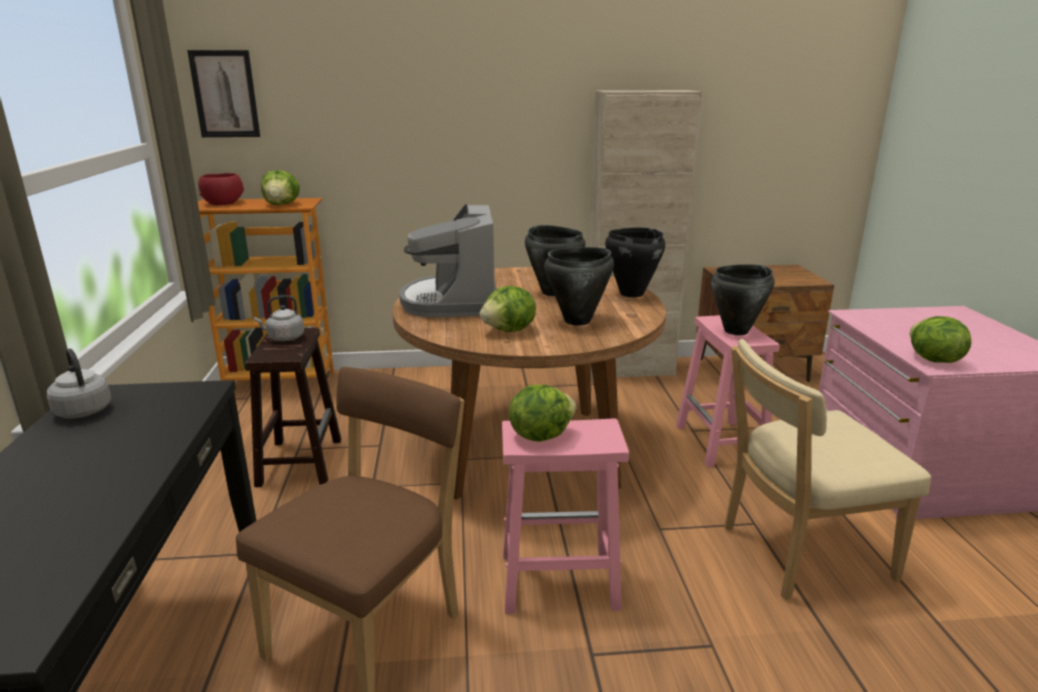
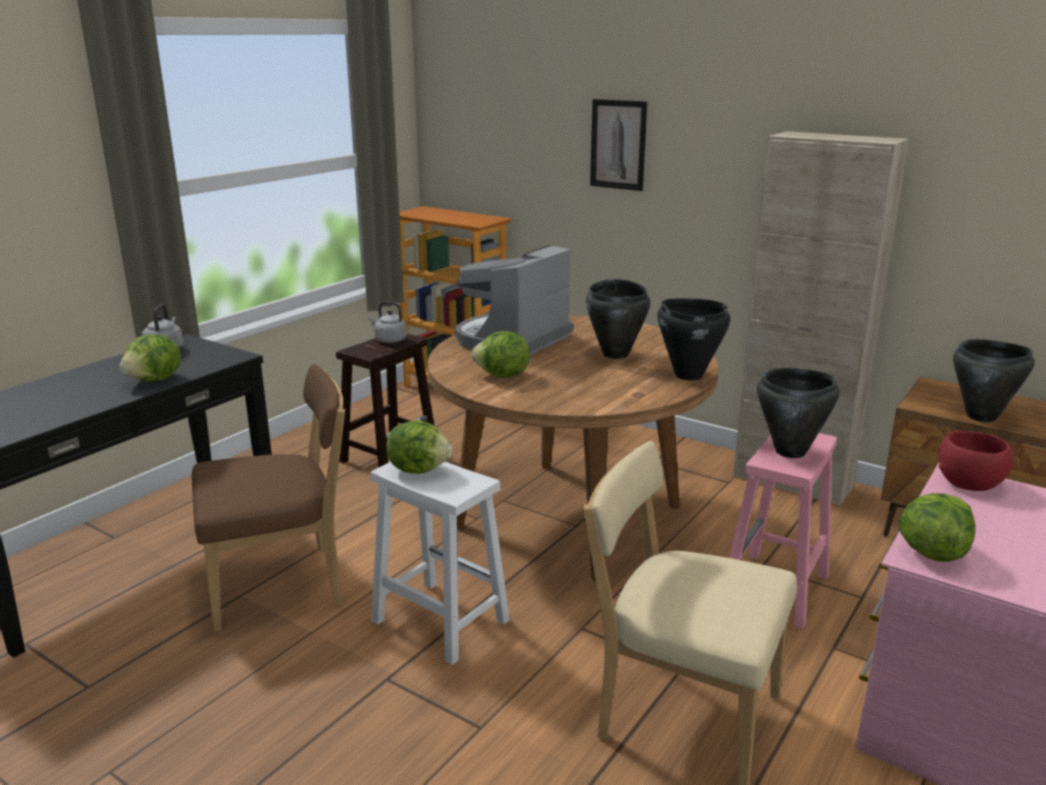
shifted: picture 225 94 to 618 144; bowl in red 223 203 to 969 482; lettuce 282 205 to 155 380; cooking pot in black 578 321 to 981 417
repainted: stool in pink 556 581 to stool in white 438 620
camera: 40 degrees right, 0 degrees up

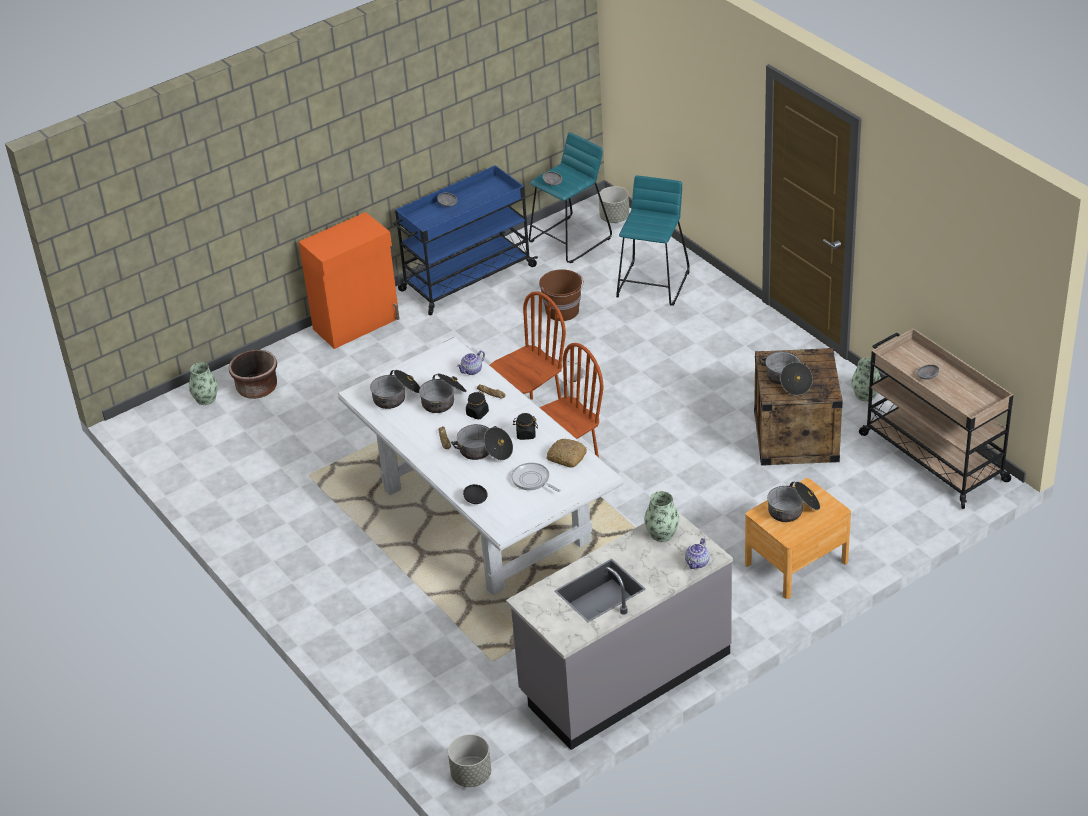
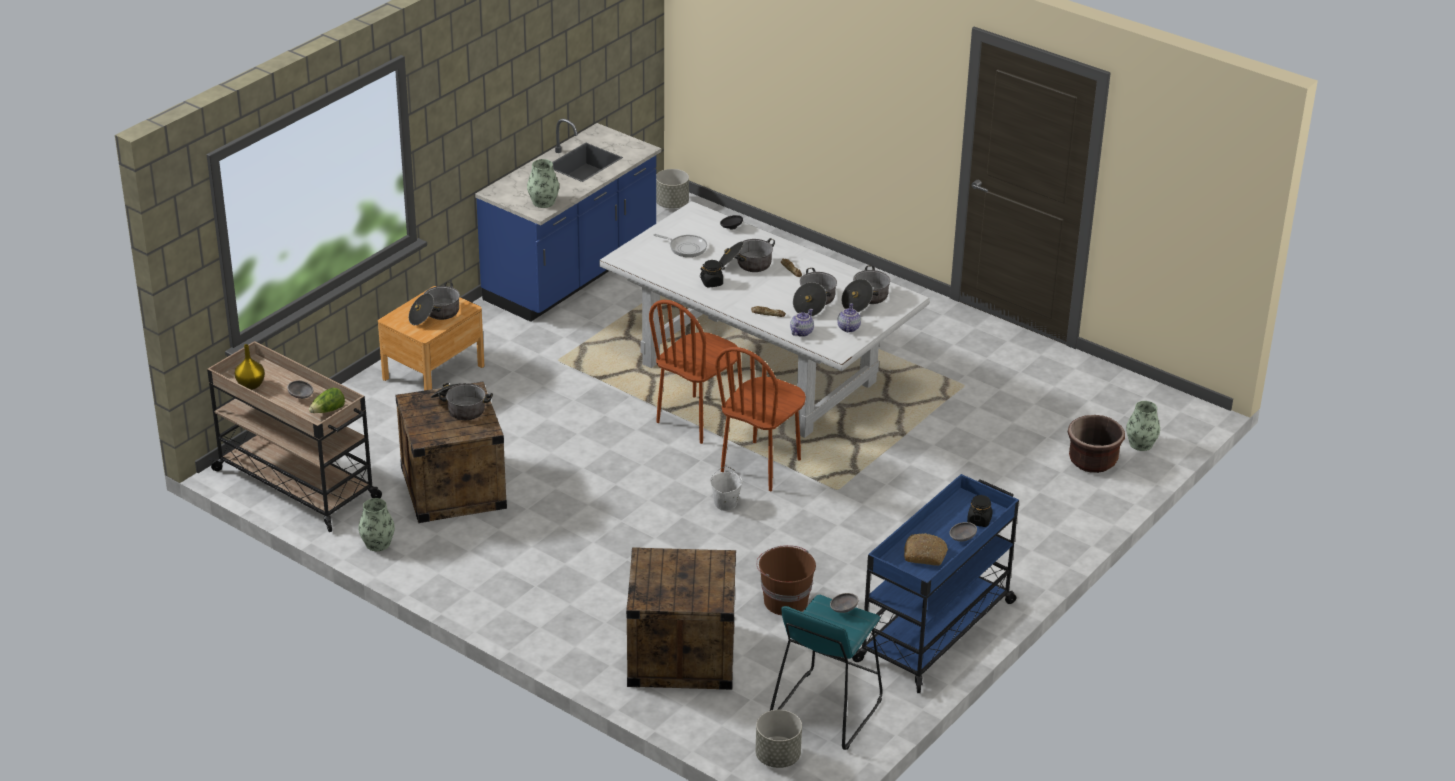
gone: cabinet in orange 357 324
new: vase in yellow 251 385; lettuce 328 411
shifted: jar in black 477 413 to 979 520; bread 566 457 to 925 555; teapot 697 563 to 848 328
swapped: stool in turquoise 653 284 to crate 681 655
repainted: counter in grey 624 674 to counter in blue 572 275
camera: 160 degrees right, 5 degrees down

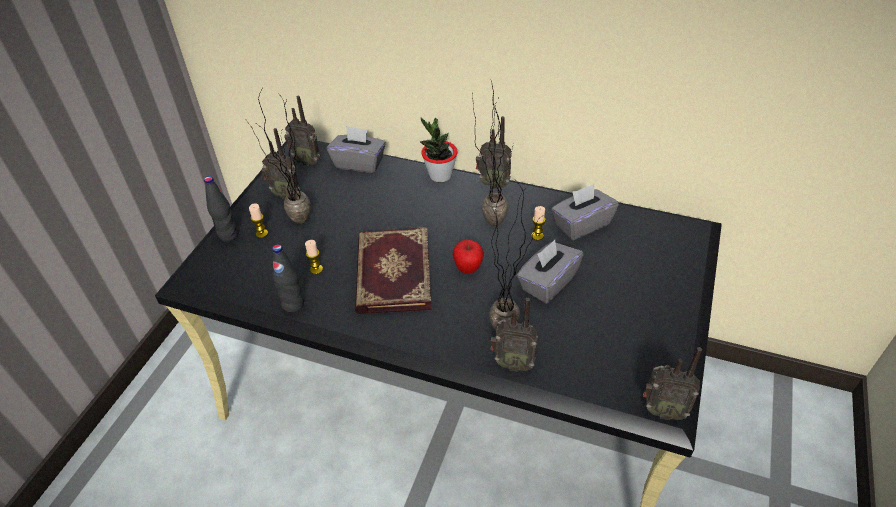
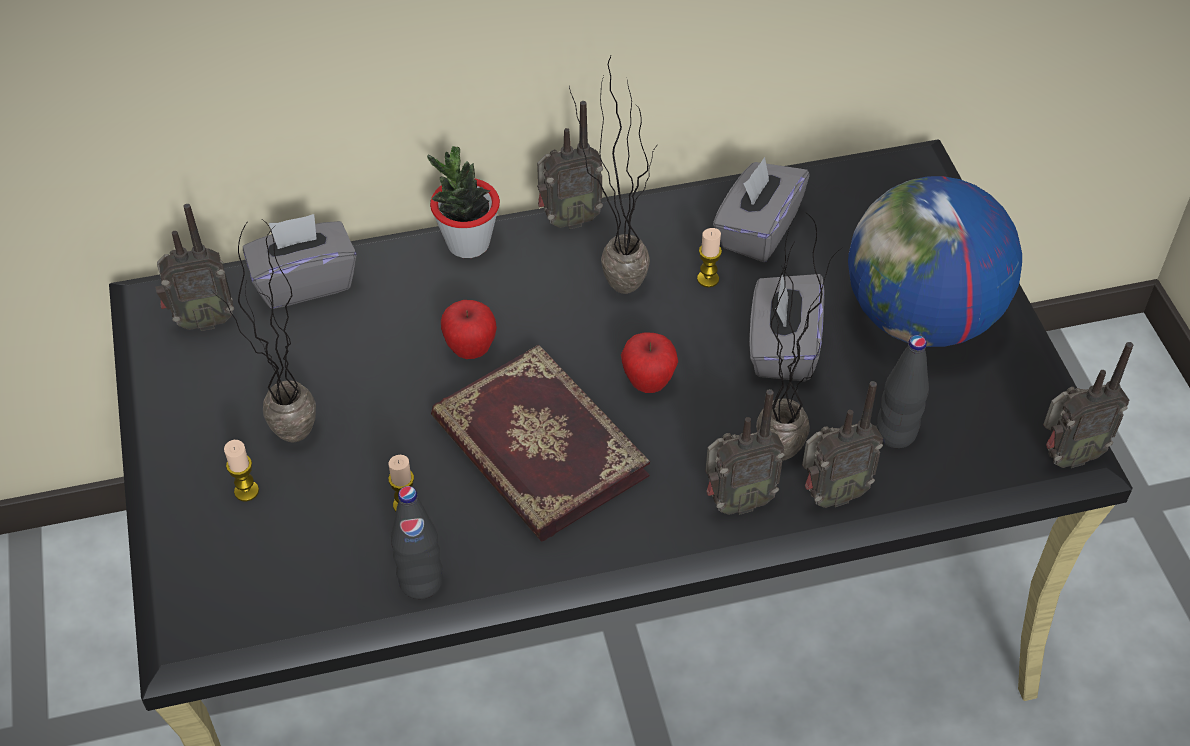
new: apple 470 349; globe 921 318
shifted: bottle in black 228 235 to 895 434; radio 286 194 to 736 502
camera: 35 degrees left, 5 degrees up

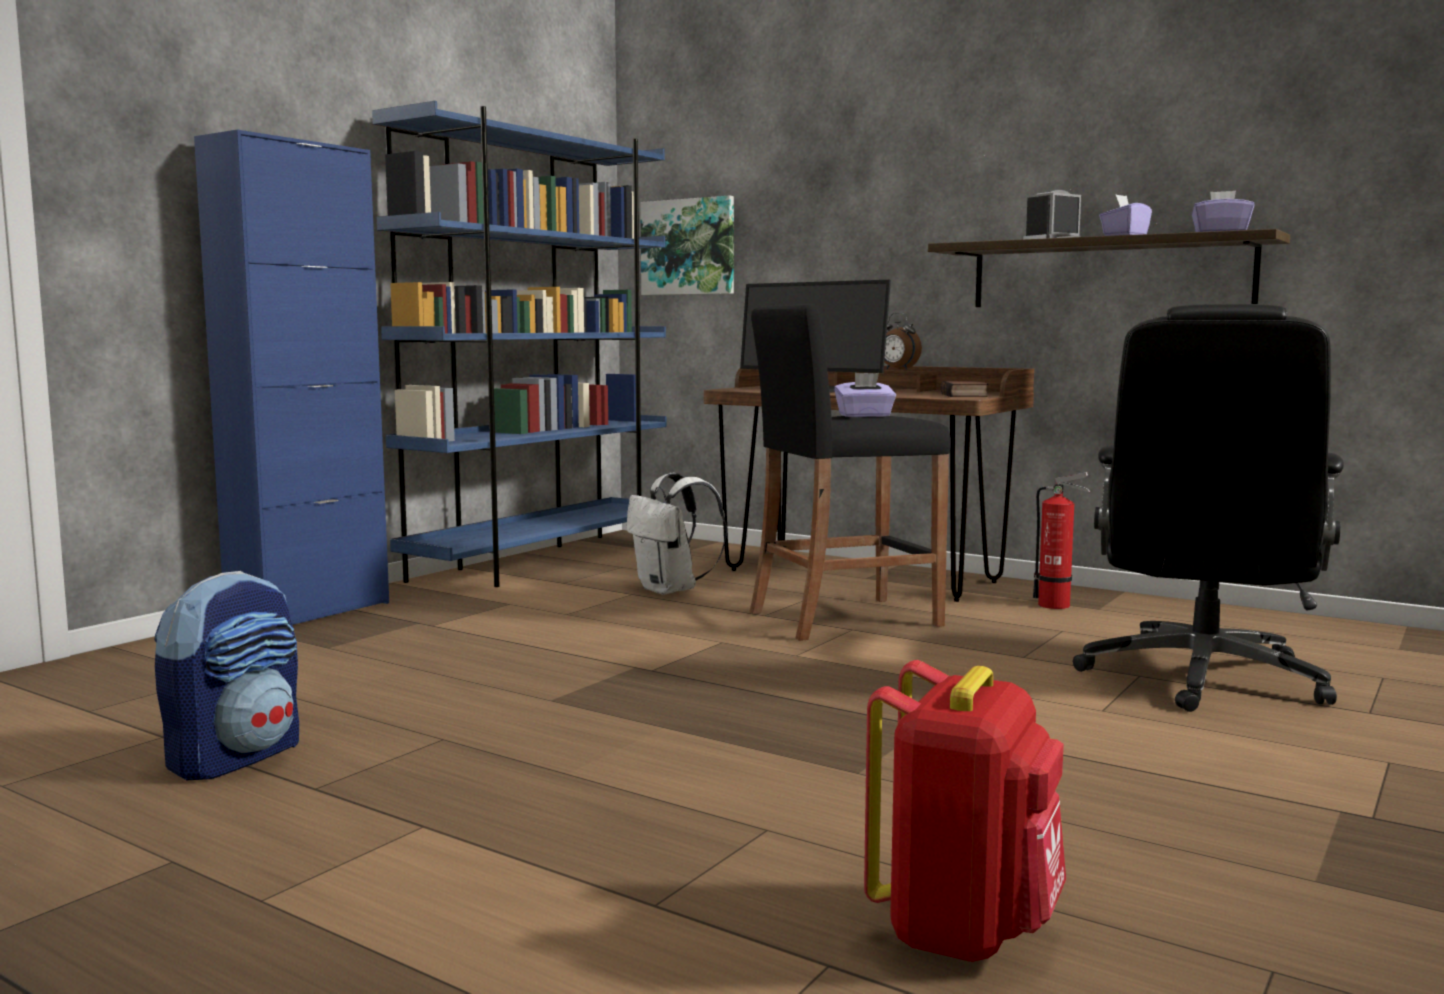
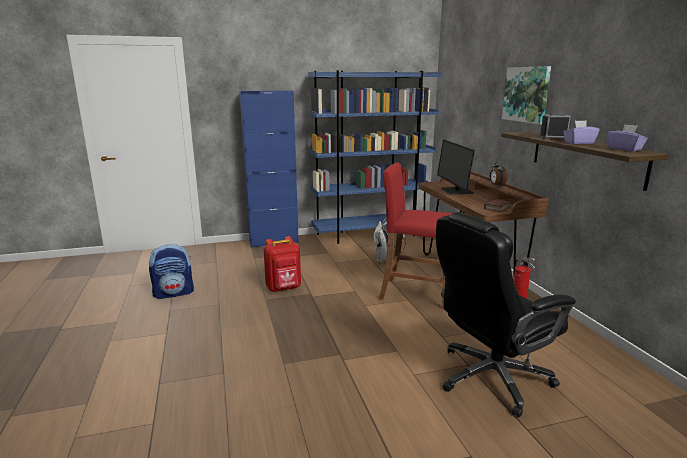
gone: tissue box in purple 864 416
shifted: picture 689 247 to 526 94; backpack in red 964 930 to 284 288
repainted: stool in black 843 619 to stool in red 415 293
camera: 40 degrees right, 10 degrees up

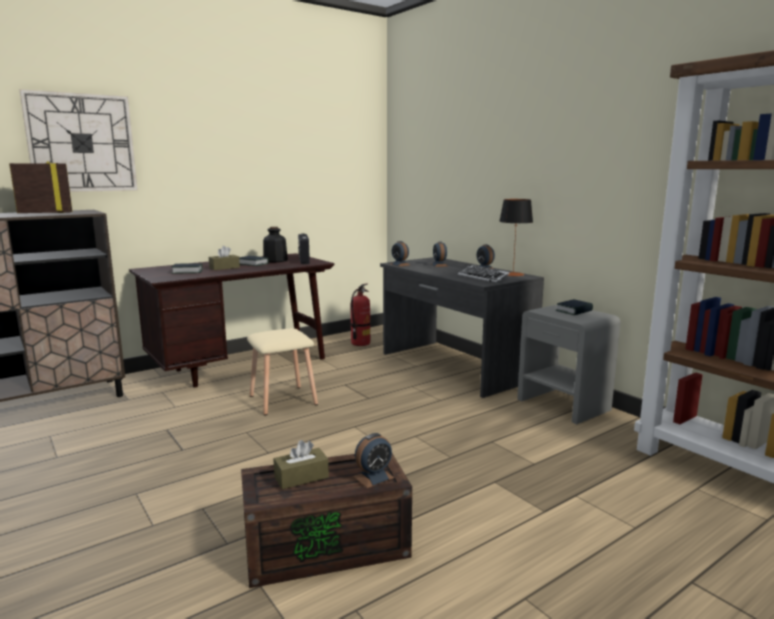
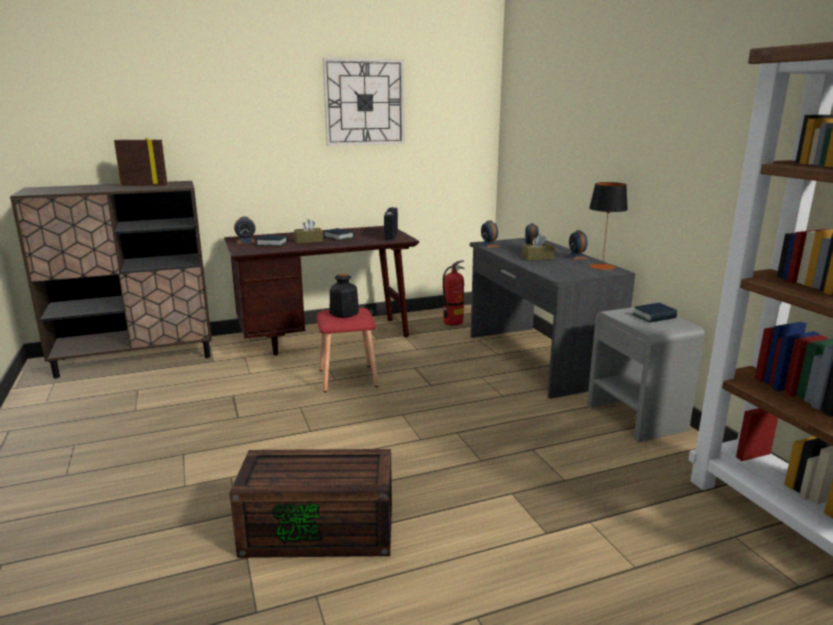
gone: keyboard 483 277
shifted: wall clock 82 143 to 364 102; bottle 275 260 to 344 313; tissue box in brown 301 477 to 537 258; alarm clock 373 477 to 246 242
repainted: stool in beige 282 400 to stool in red 347 378
camera: 15 degrees right, 5 degrees up

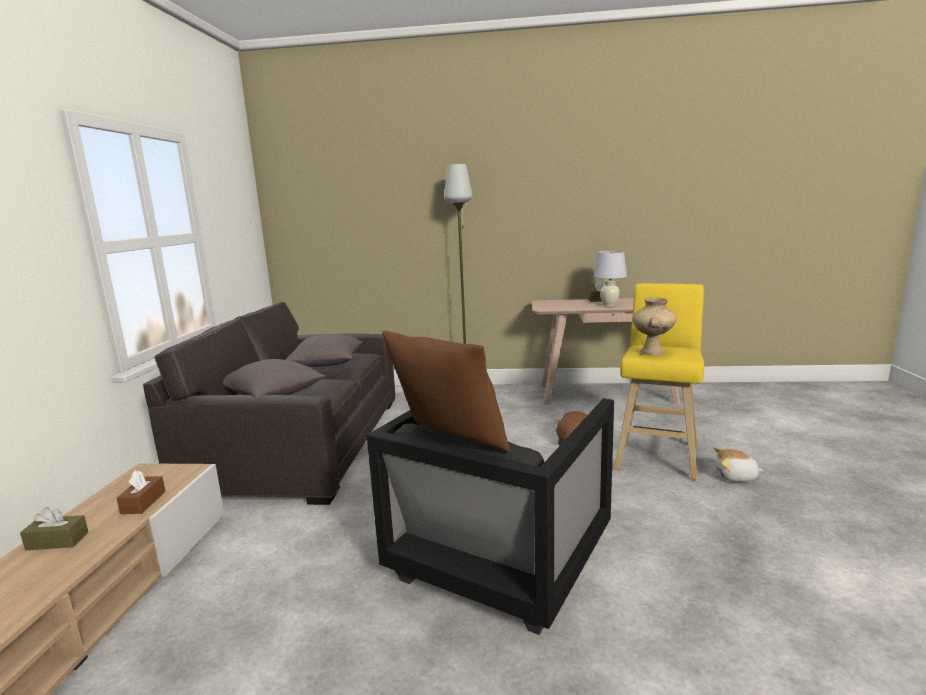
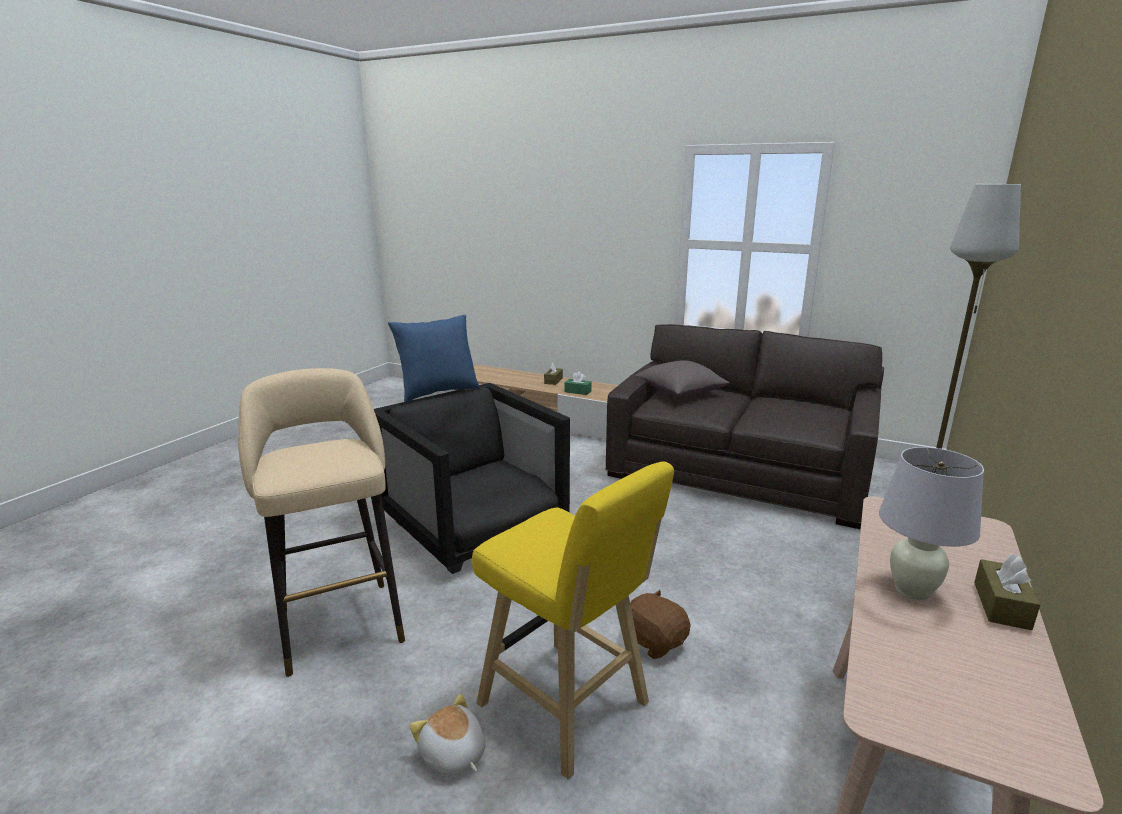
gone: pillow in grey 327 364; vase in beige 652 352
new: stool in beige 339 620
repainted: tissue box in brown 143 502 to tissue box in green 578 391; pillow in brown 449 444 to pillow in blue 438 392
rotated: plush toy 735 477 = 452 755 75 degrees counterclockwise
camera: 110 degrees right, 5 degrees up

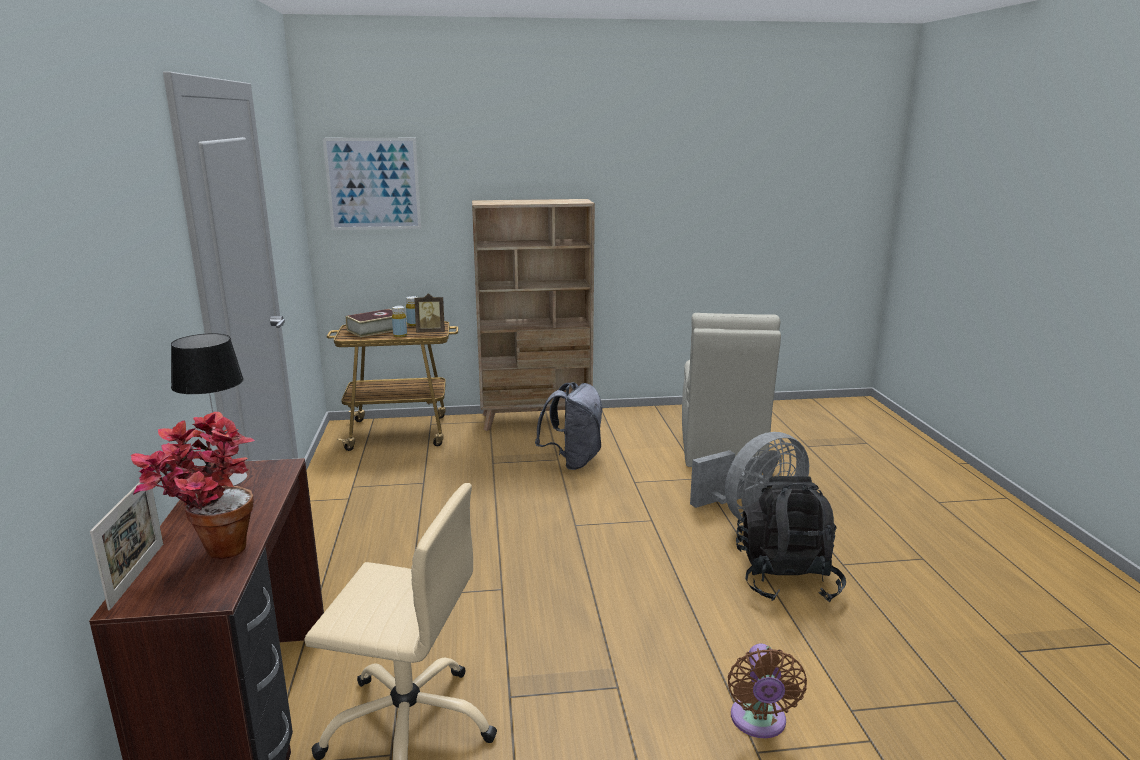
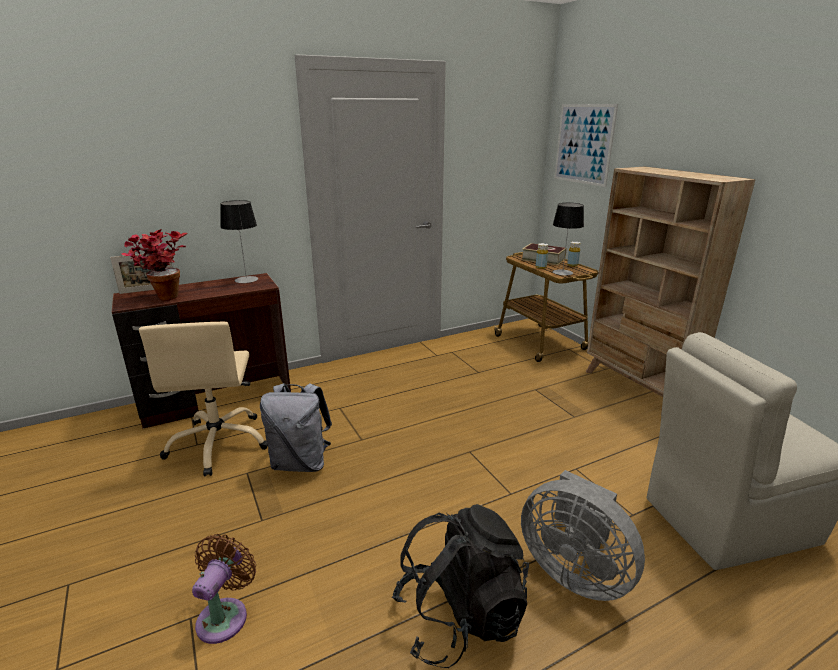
shifted: backpack in grey 573 461 to 301 463
swapped: picture frame 431 332 to table lamp 562 272
rotated: fan in brown 758 722 = 225 615 120 degrees clockwise
camera: 70 degrees right, 5 degrees up

